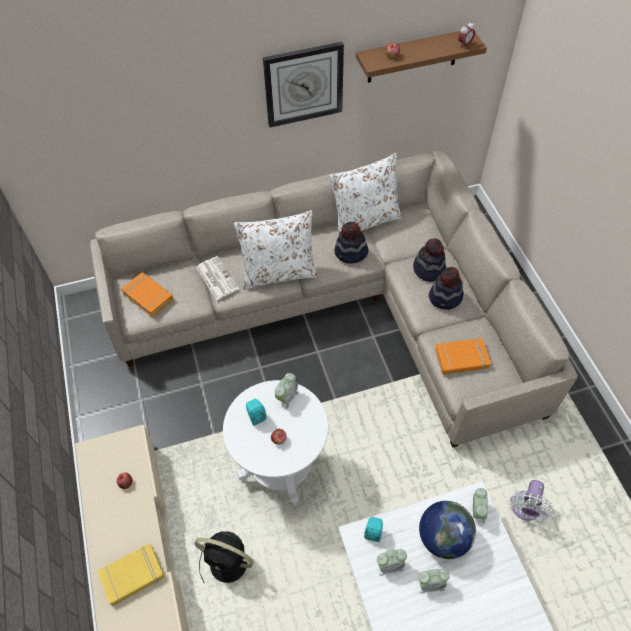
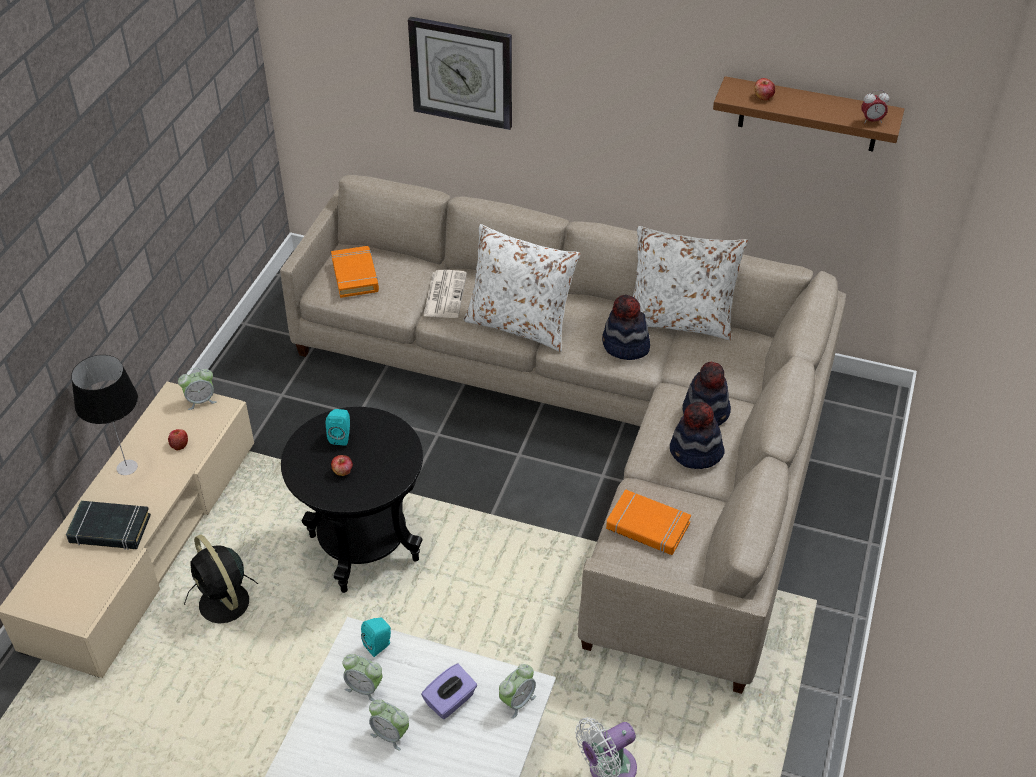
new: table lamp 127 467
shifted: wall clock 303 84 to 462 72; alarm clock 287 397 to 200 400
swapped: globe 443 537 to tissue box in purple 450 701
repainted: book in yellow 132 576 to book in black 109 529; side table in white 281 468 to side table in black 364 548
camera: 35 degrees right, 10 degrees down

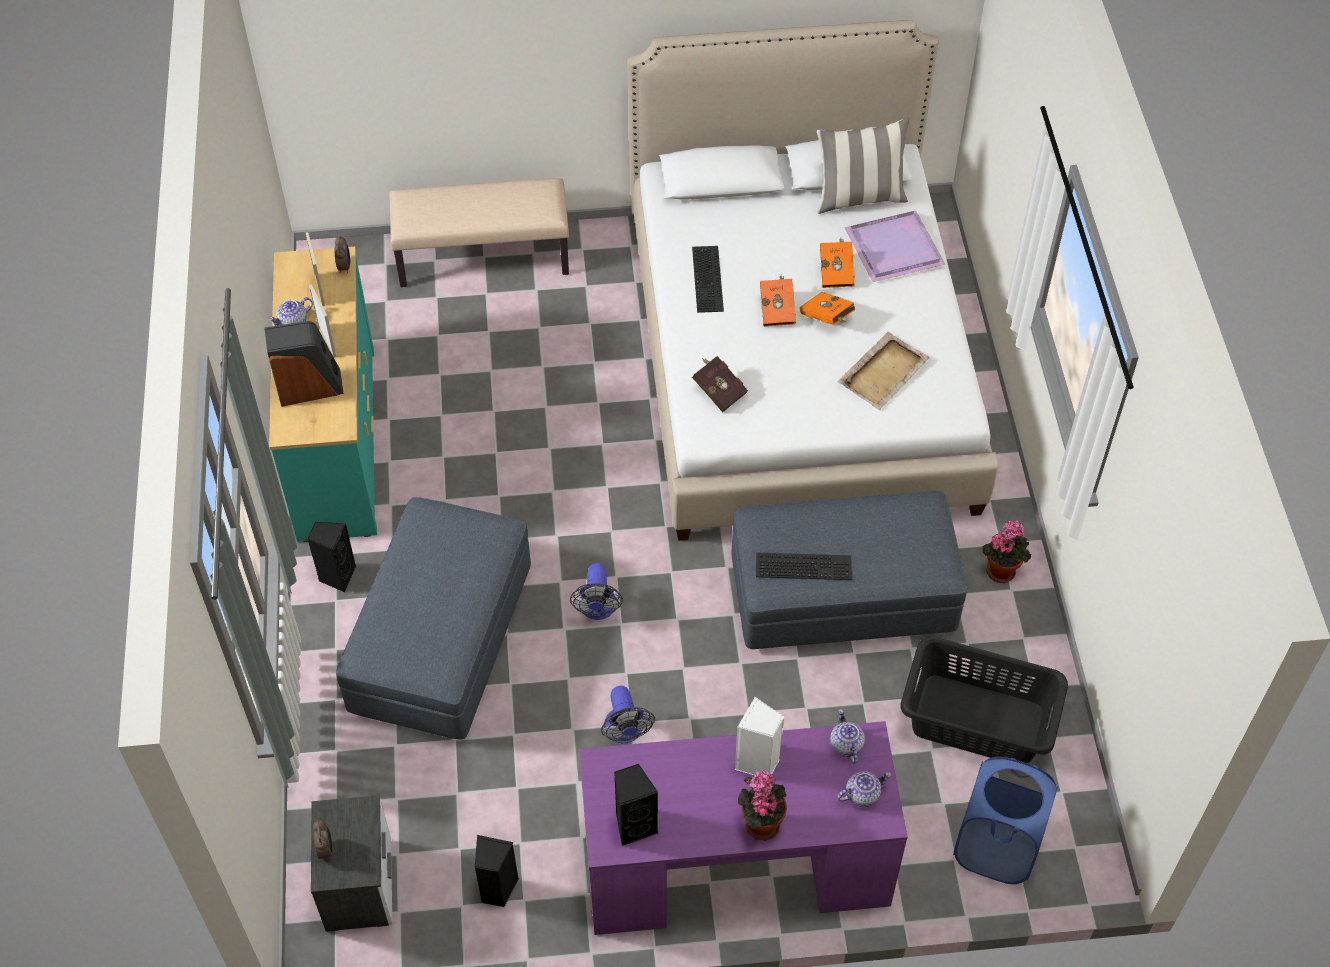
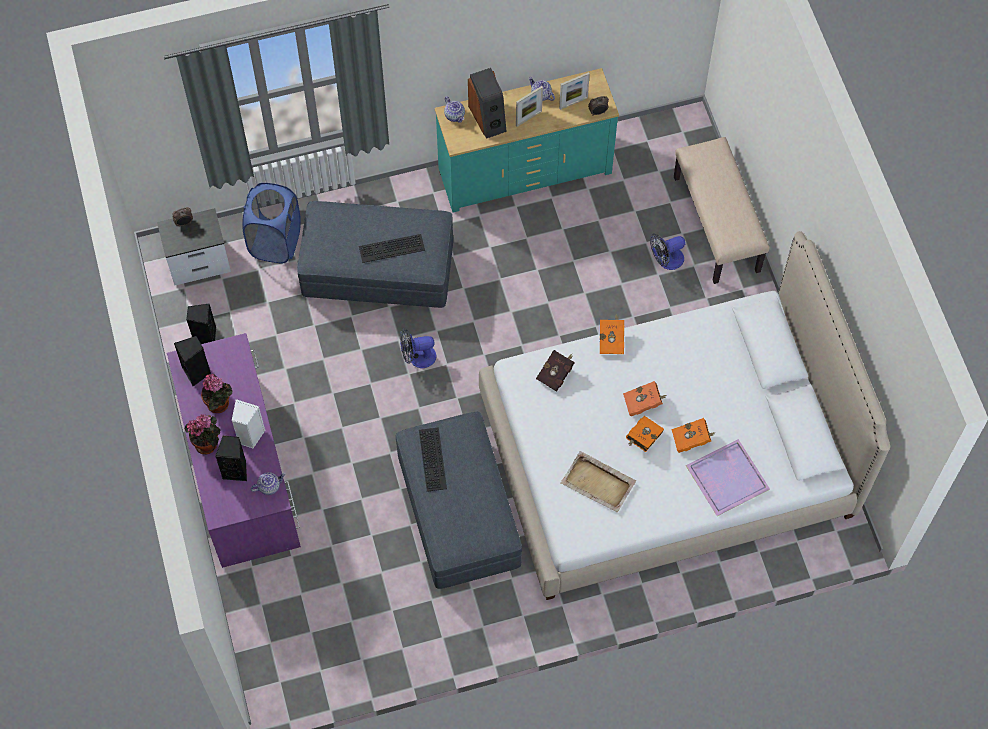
gone: pillow 859 197; laundry basket in black 977 721
new: book in orange 611 339
shifted: speaker in black 337 576 to 236 470; fan 625 732 to 666 260; keyboard 709 279 to 391 249; teapot 862 794 to 455 115; laundry basket in blue 995 847 to 275 242; potted plant 1001 569 to 220 404
camera: 80 degrees right, 10 degrees up

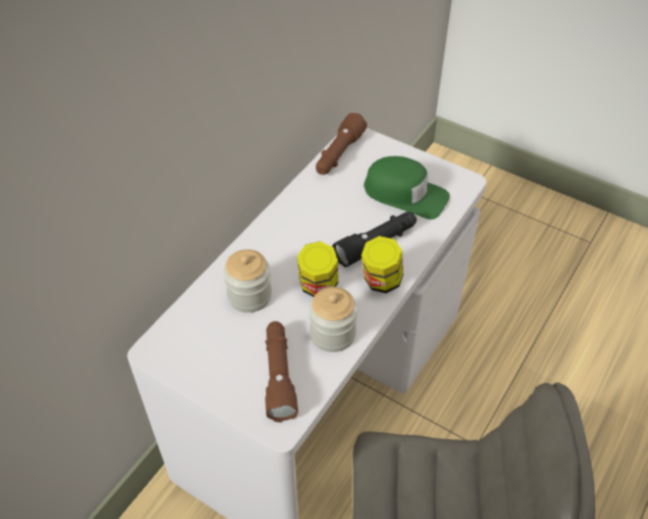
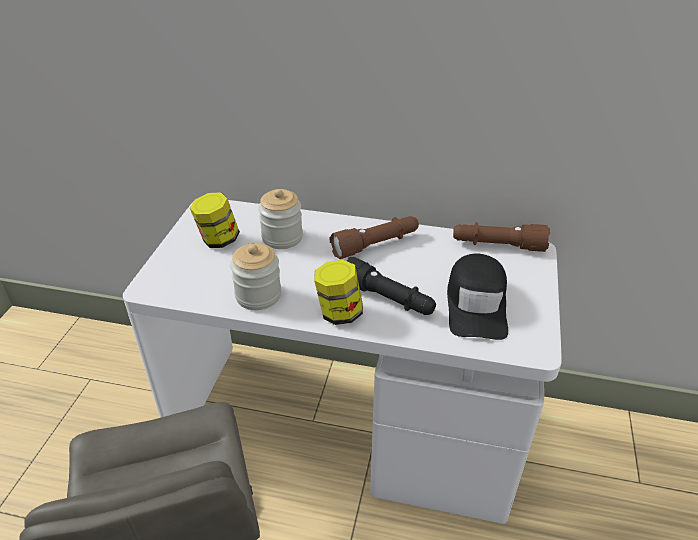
shifted: flashlight in brown 279 375 to 376 244; jar 318 286 to 218 240
repainted: cap in green 405 194 to cap in black 476 304
camera: 70 degrees right, 10 degrees down

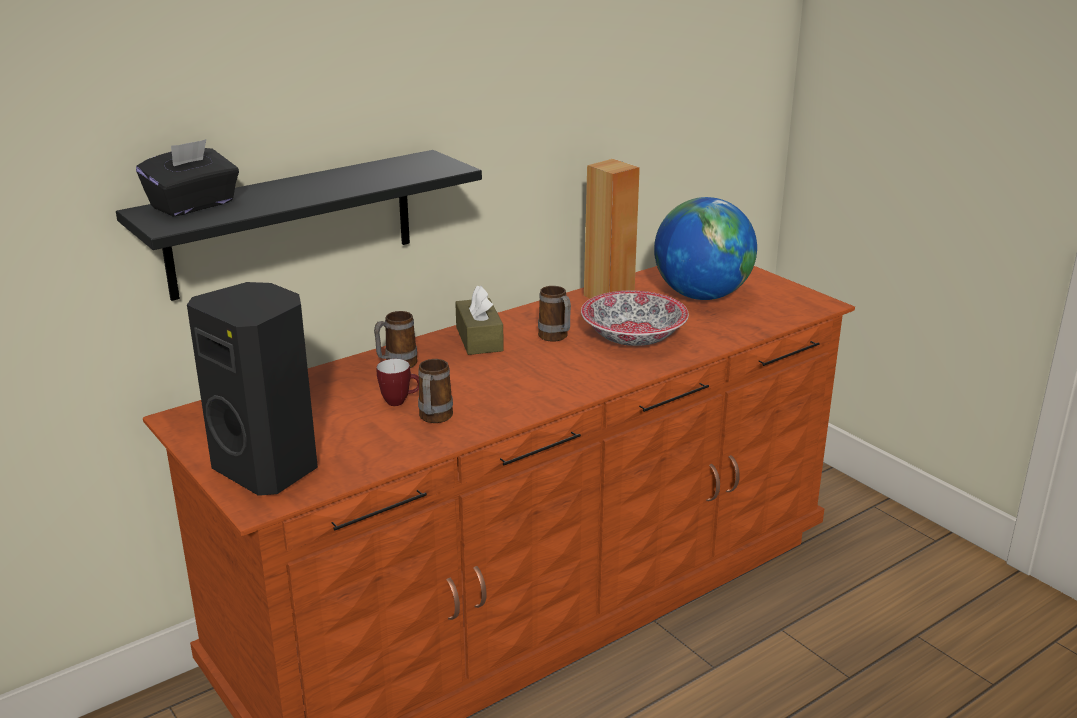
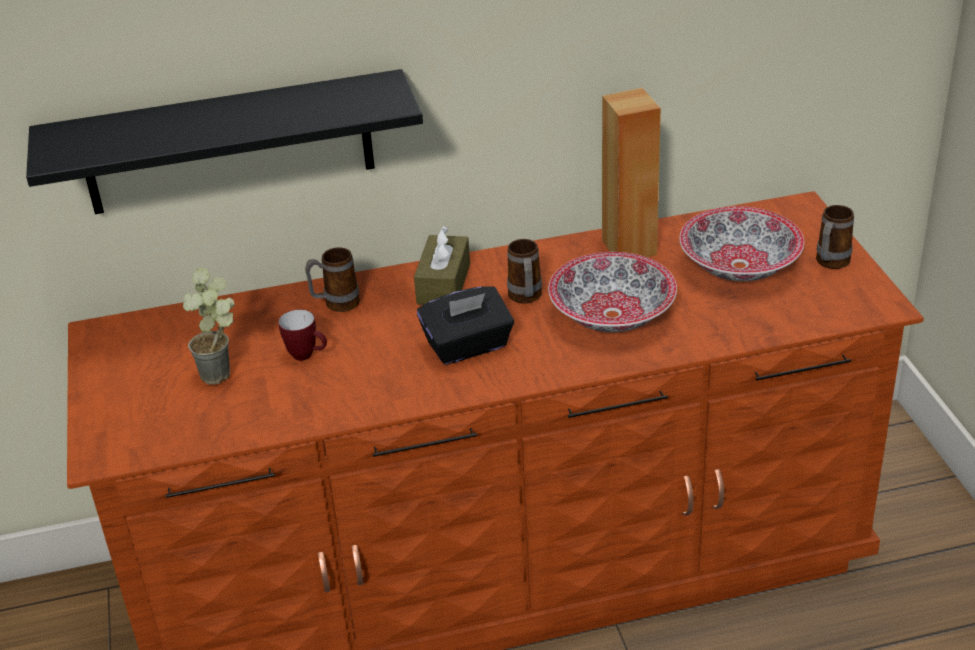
gone: speaker in black 269 468
new: potted plant 225 376
shifted: tissue box in black 193 205 to 468 346; mug 434 419 to 830 264
swapped: globe 701 296 to bowl 740 265
camera: 25 degrees right, 10 degrees up

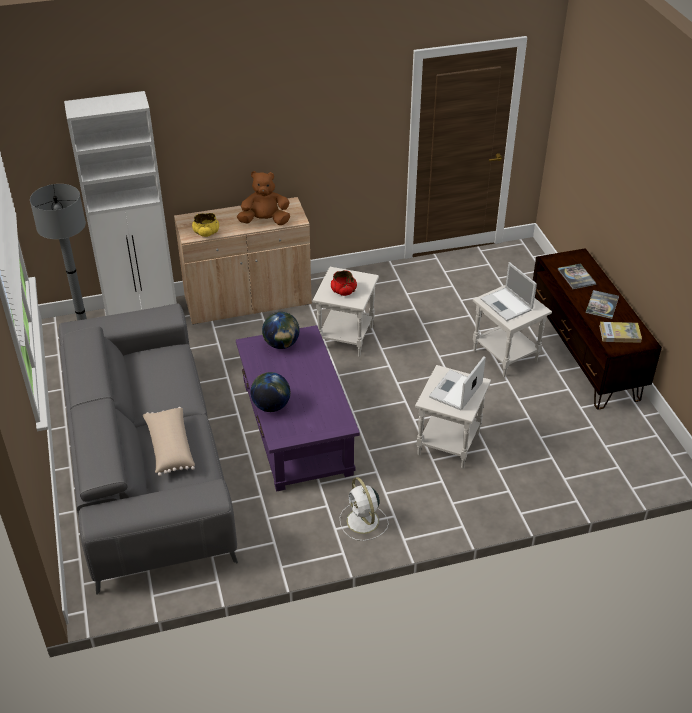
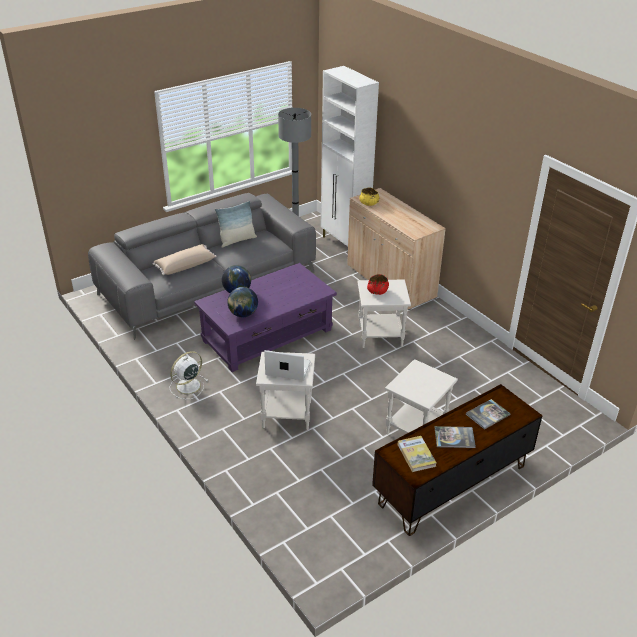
gone: plush toy in brown 265 221; laptop 507 305
new: pillow 237 240
shifted: globe 281 344 to 243 314
camera: 70 degrees right, 5 degrees down

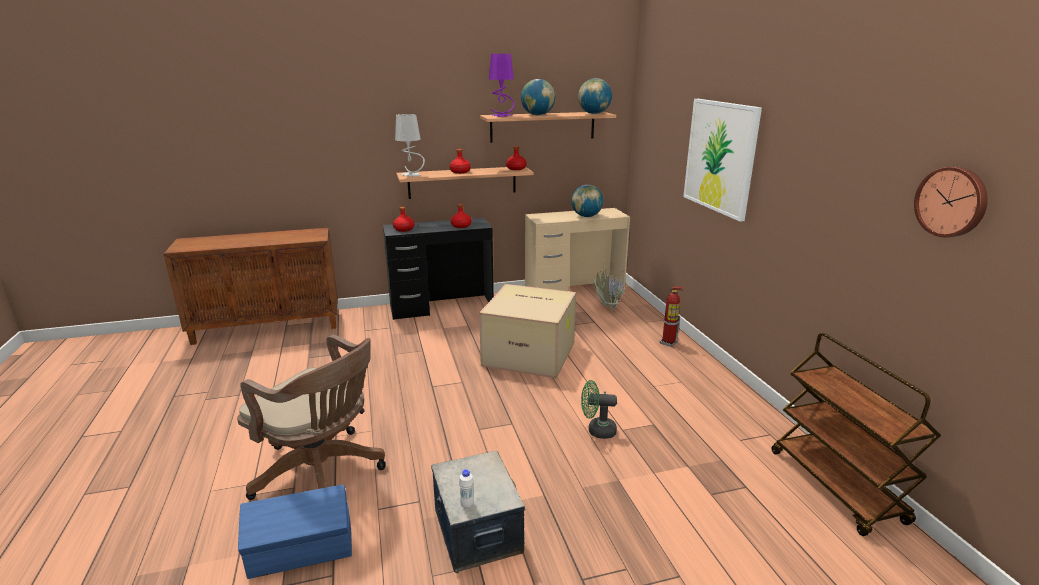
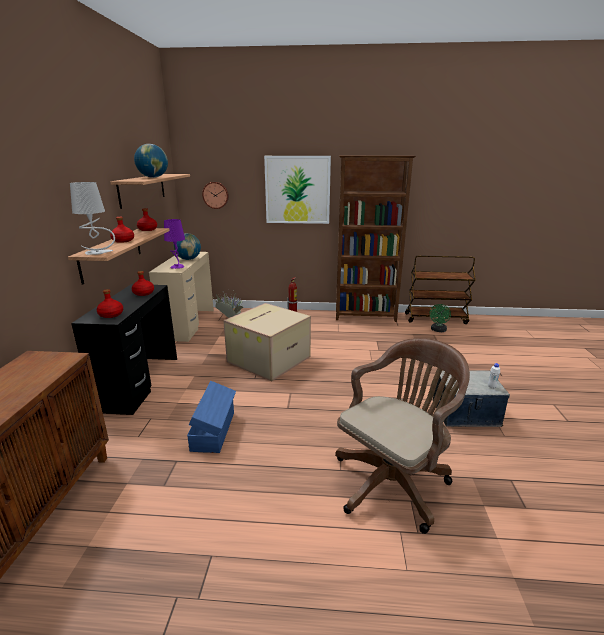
gone: globe 594 113
new: bookcase in brown 366 316
shifted: storage box in blue 302 551 to 214 430; table lamp in purple 502 116 to 177 267; fan in green 597 430 to 438 330; wall clock 952 202 to 216 195
camera: 70 degrees left, 0 degrees up

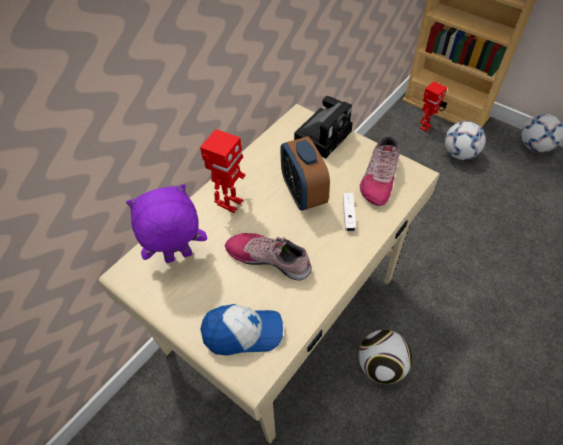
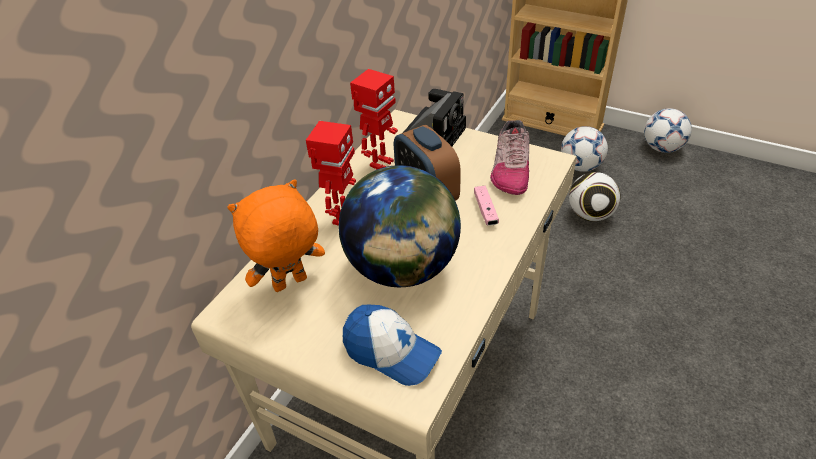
shifted: football 381 366 to 590 215; toy robot 425 127 to 380 163
swapped: shoe 269 258 to globe 403 268
repainted: plush toy in purple 178 258 to plush toy in orange 290 284; game controller in white 348 215 to game controller in pink 485 210
rotated: cap 243 333 = 391 352 45 degrees clockwise
camera: 10 degrees left, 10 degrees down

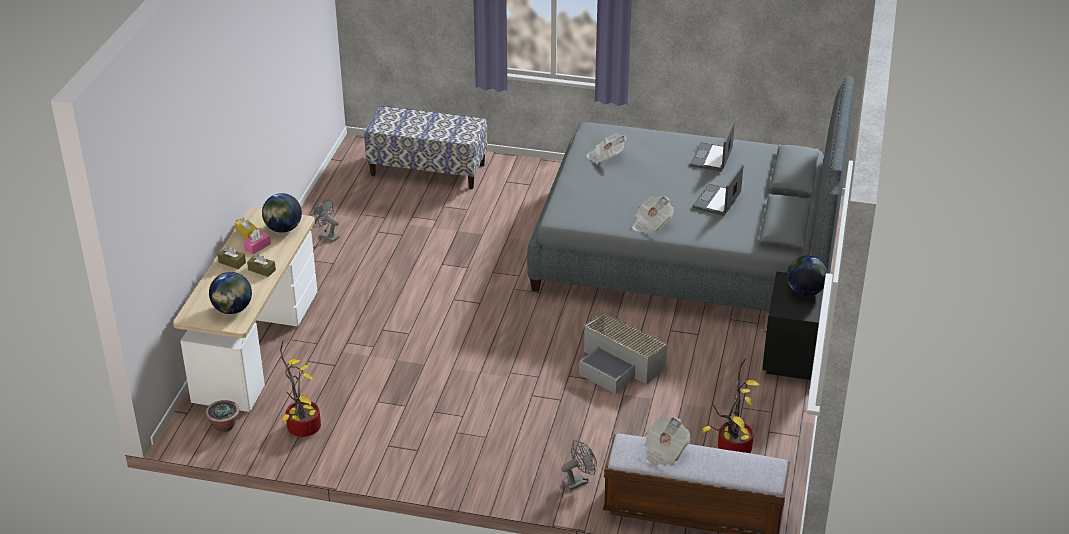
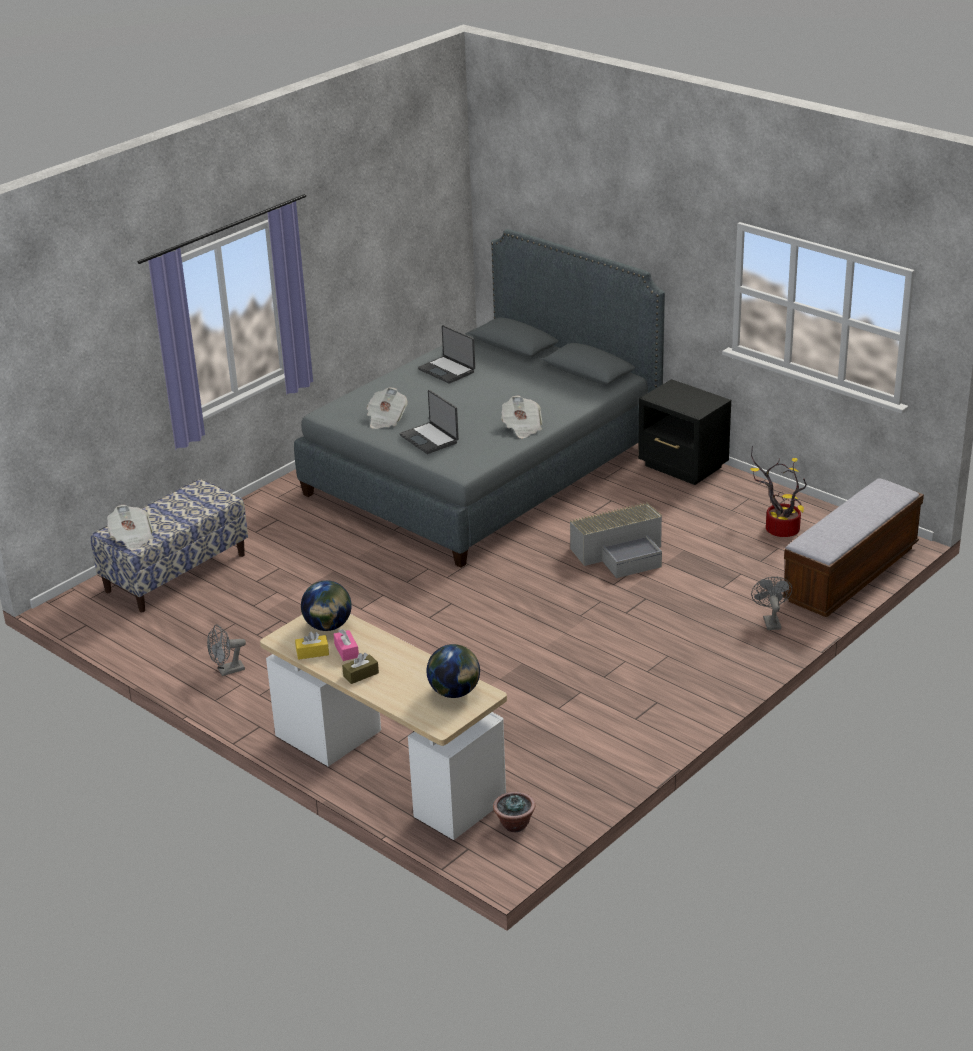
gone: tissue box in brown 262 270; potted plant 301 425; globe 805 291
shifted: newspaper 664 452 to 132 538; laptop 717 201 to 430 439
camera: 60 degrees left, 5 degrees down

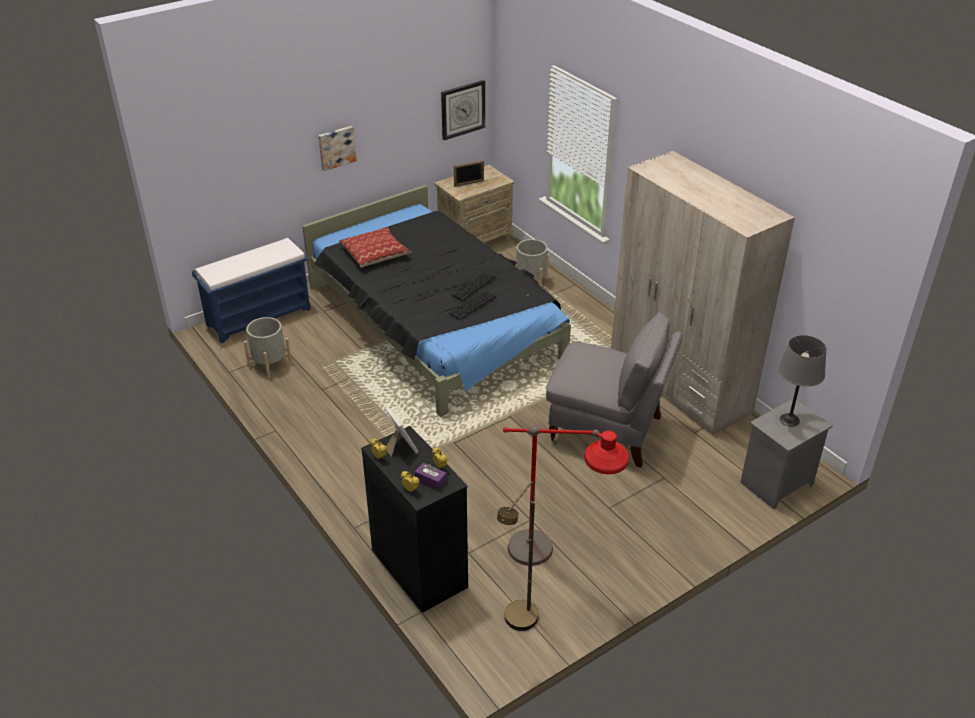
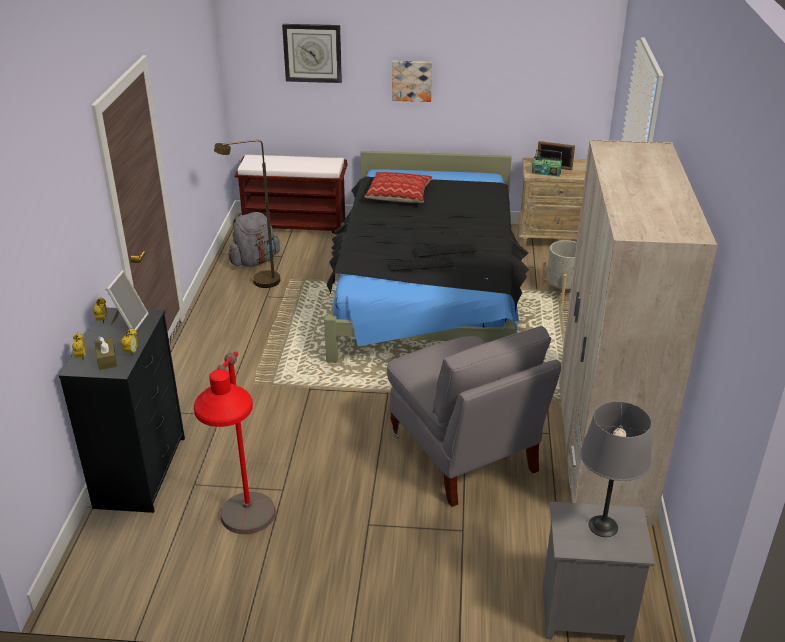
new: radio 546 173
shifted: wall clock 462 109 to 312 53; floor lamp in brown 517 624 to 259 283
swapped: planter in grey 270 364 to backpack in grey 255 261
repainted: bench in blue 259 317 to bench in brown 296 225; tissue box in purple 431 480 to tissue box in brown 107 359
camera: 40 degrees right, 5 degrees down

